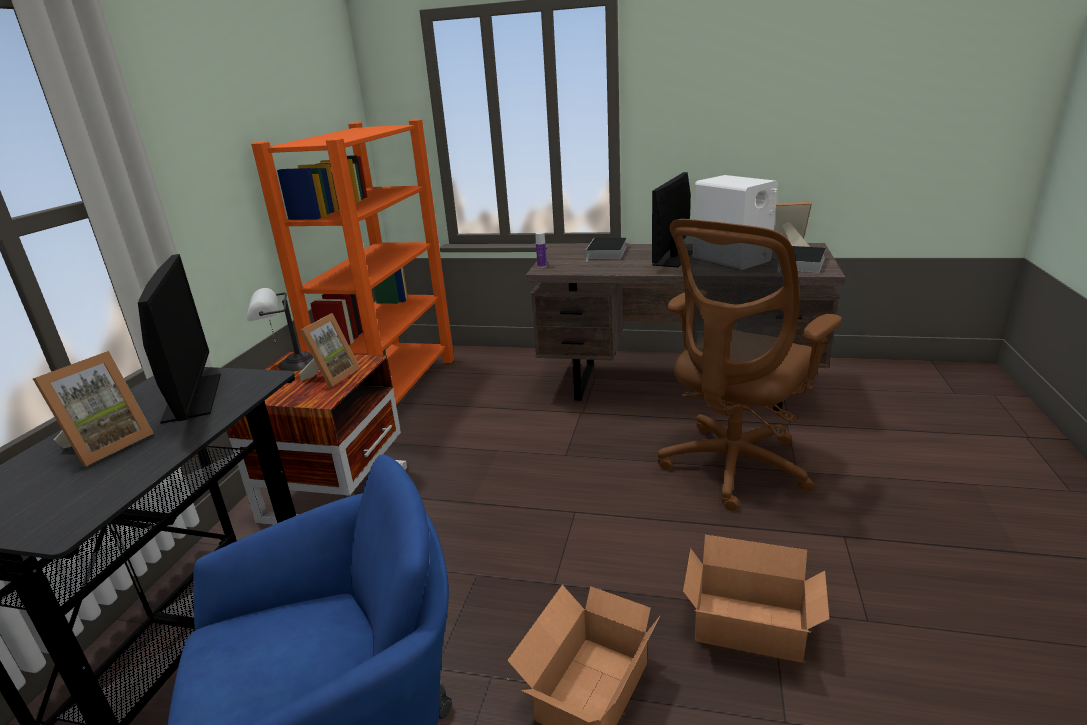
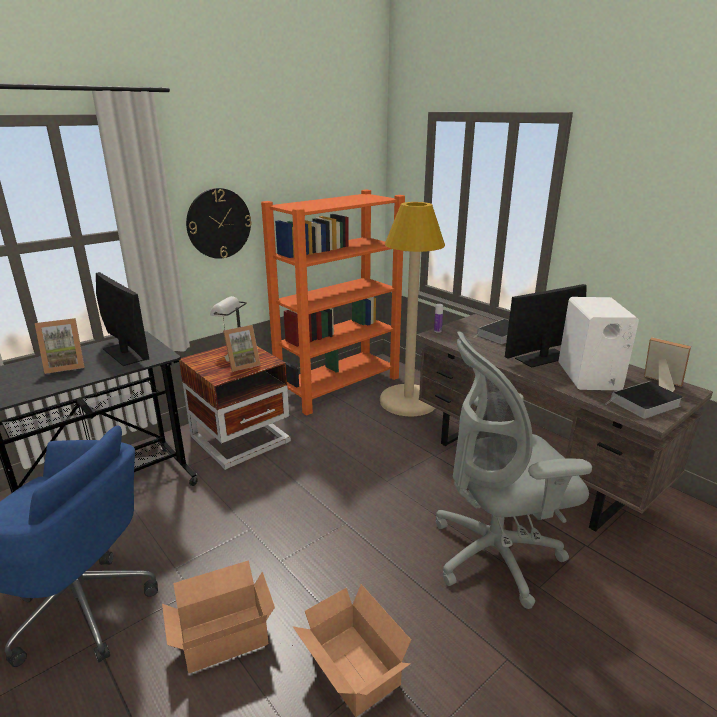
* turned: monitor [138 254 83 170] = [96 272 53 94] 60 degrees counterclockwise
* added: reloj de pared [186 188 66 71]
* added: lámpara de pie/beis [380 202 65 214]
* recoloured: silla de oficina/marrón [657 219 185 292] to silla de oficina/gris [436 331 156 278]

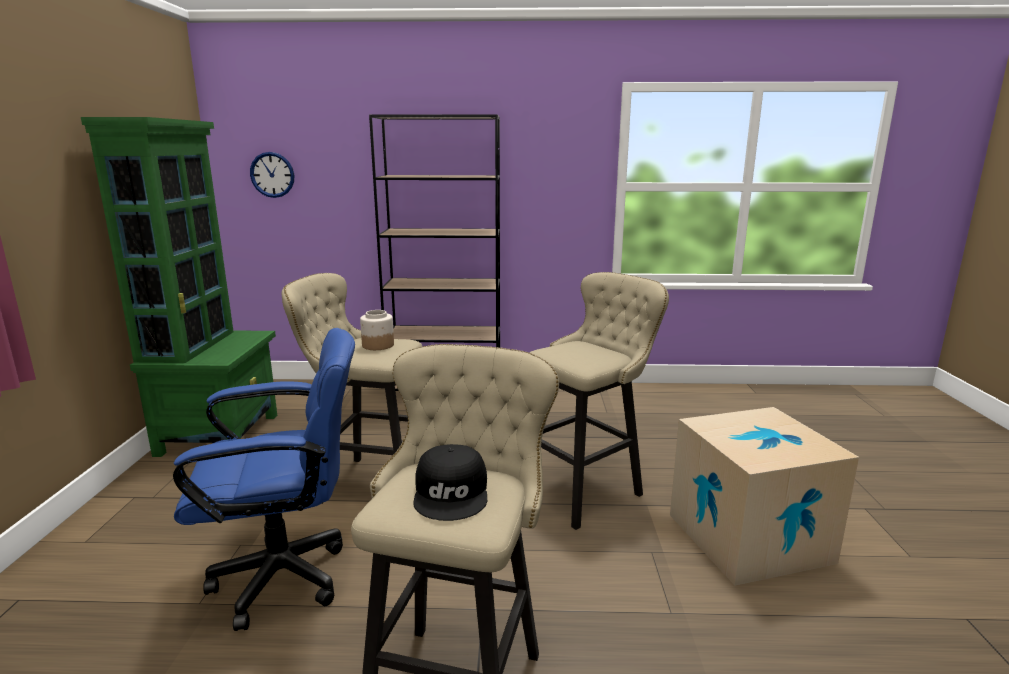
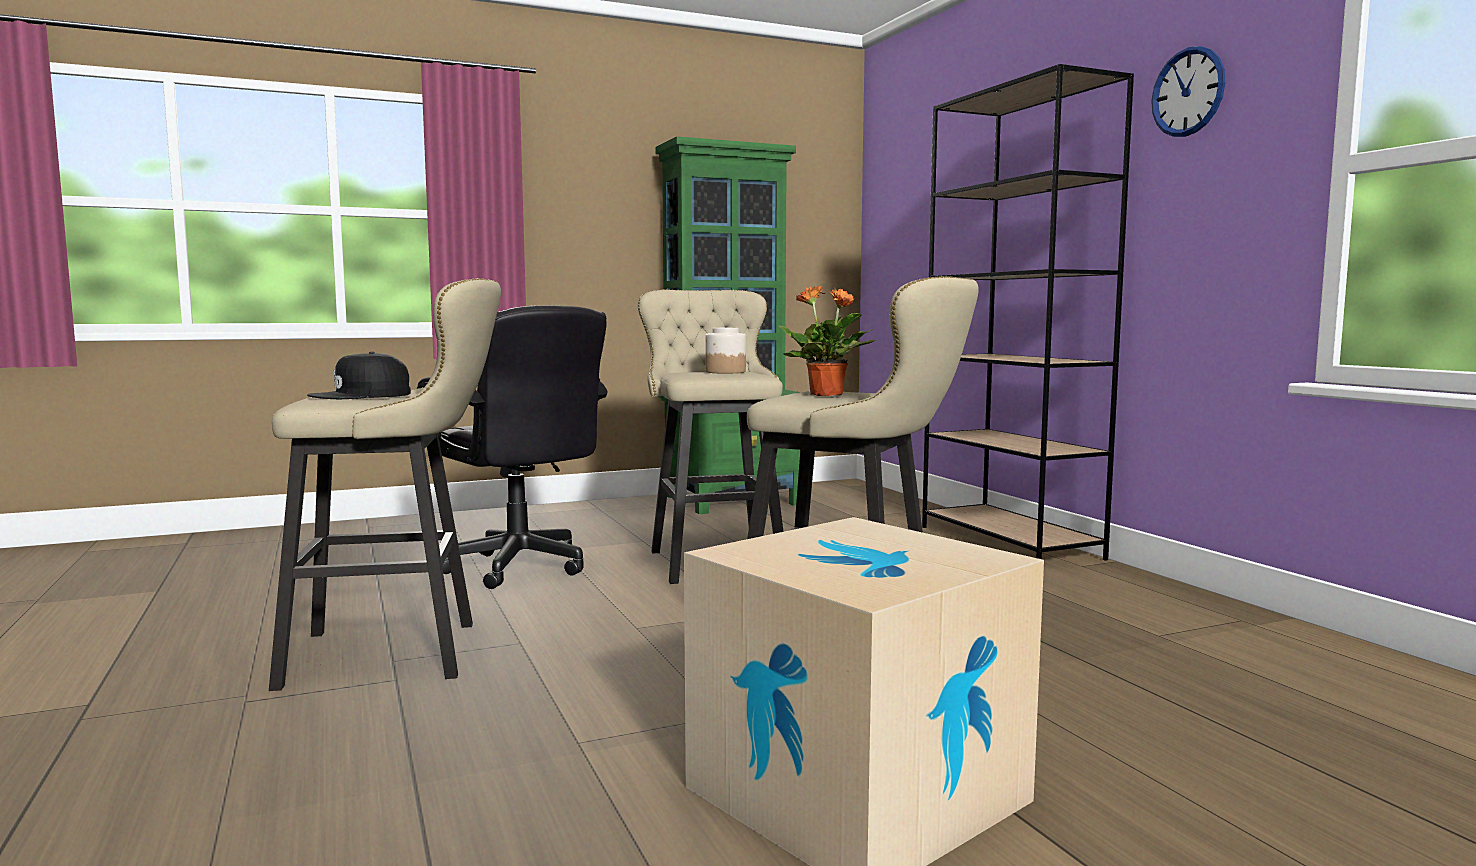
* recoloured: silla de oficina/azul [173 328 182 303] to silla de oficina/negro [417 305 191 284]
* added: planta en maceta [779 286 97 110]
* moved: reloj de pared [250 152 44 46] to [1151 46 75 91]

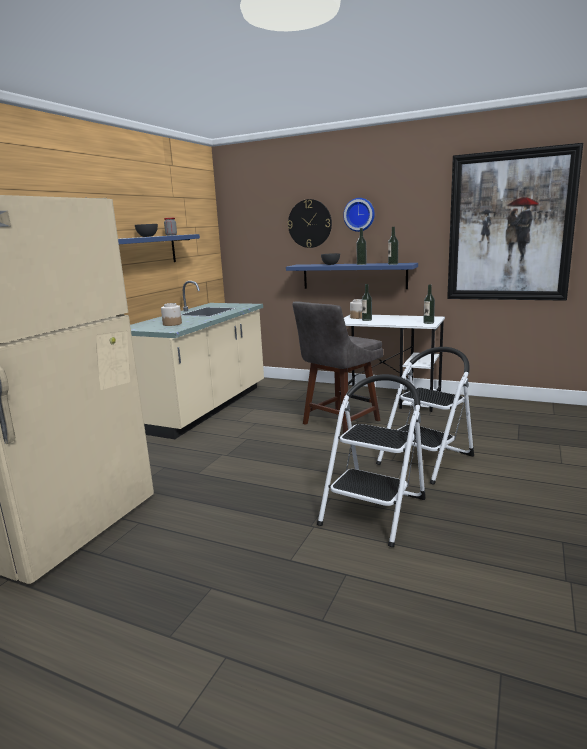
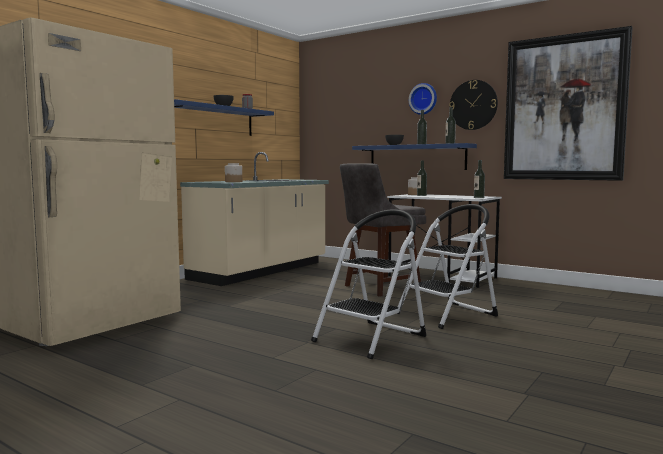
* moved: reloj de pared [288 199 44 49] to [449 80 49 50]

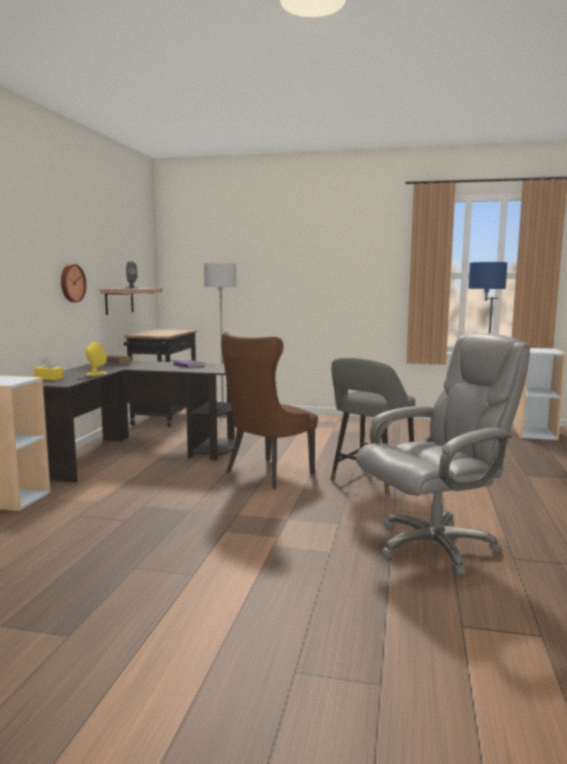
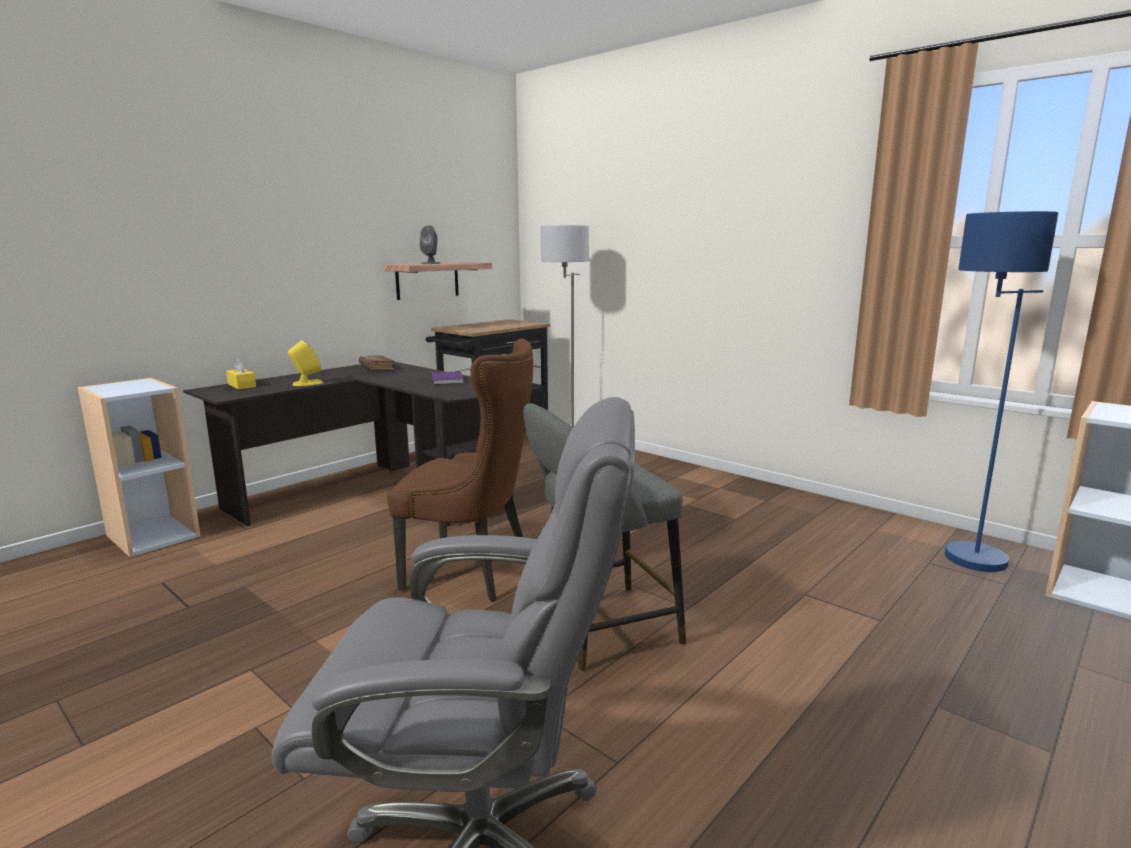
* turned: silla/marrón [221 332 97 157] = [387 338 146 264] 150 degrees counterclockwise
* removed: reloj de pared [61 264 25 38]

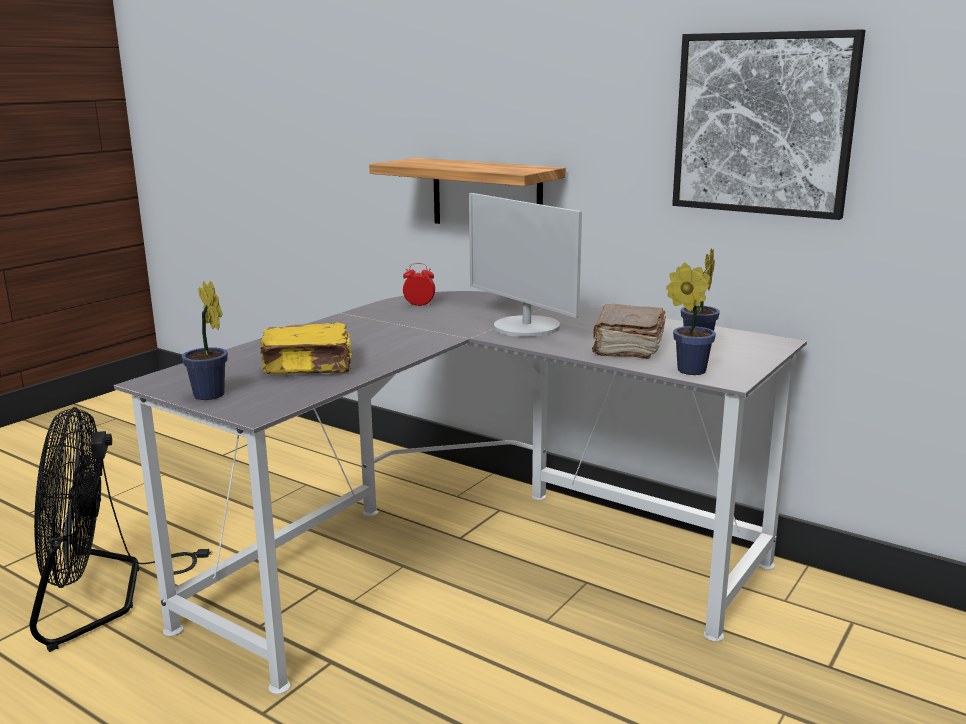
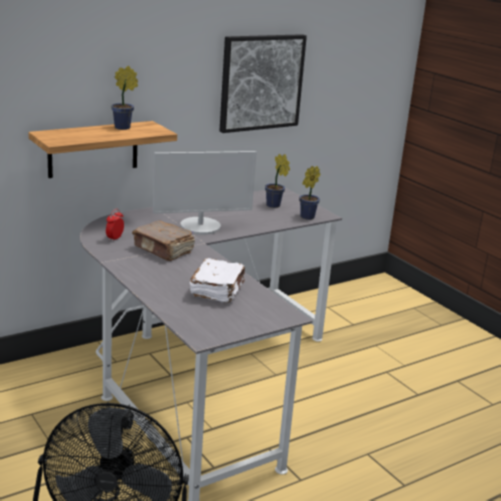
* moved: planta en maceta [182 281 46 119] to [111 66 27 64]
* moved: libro/marrón [592 304 74 55] to [132 221 63 40]
* recoloured: libro/amarillo [261 322 91 52] to libro/blanco [190 258 55 45]

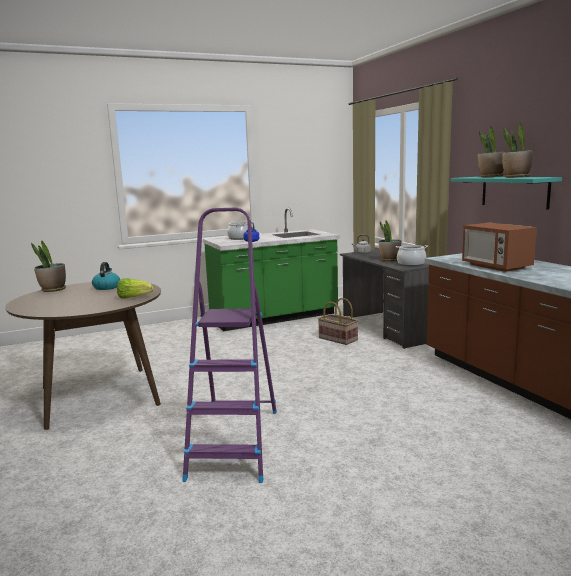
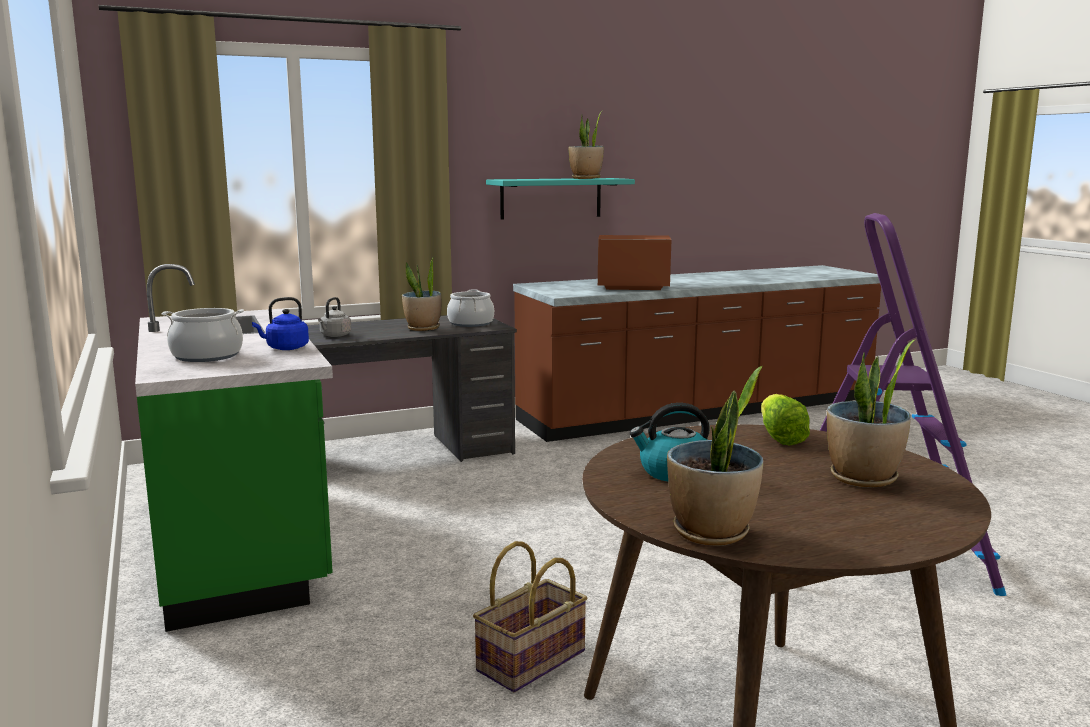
* moved: cesta [318 298 40 47] to [473 541 114 152]
* turned: microondas [462 223 75 49] = [598 235 73 55] 150 degrees counterclockwise
* moved: planta en maceta [478 126 27 51] to [827 339 89 148]

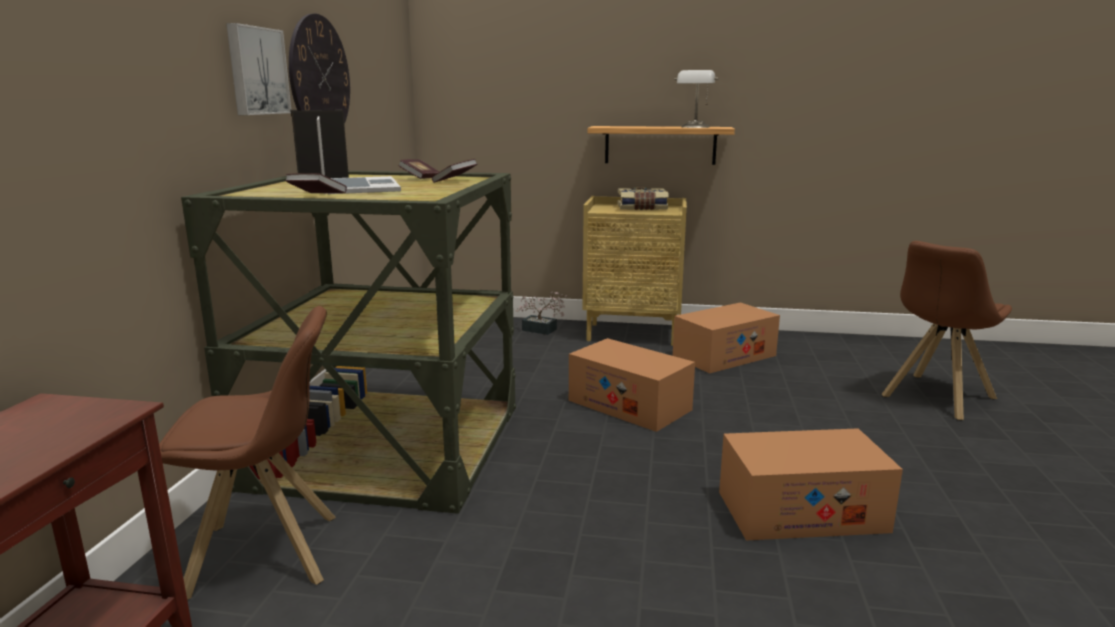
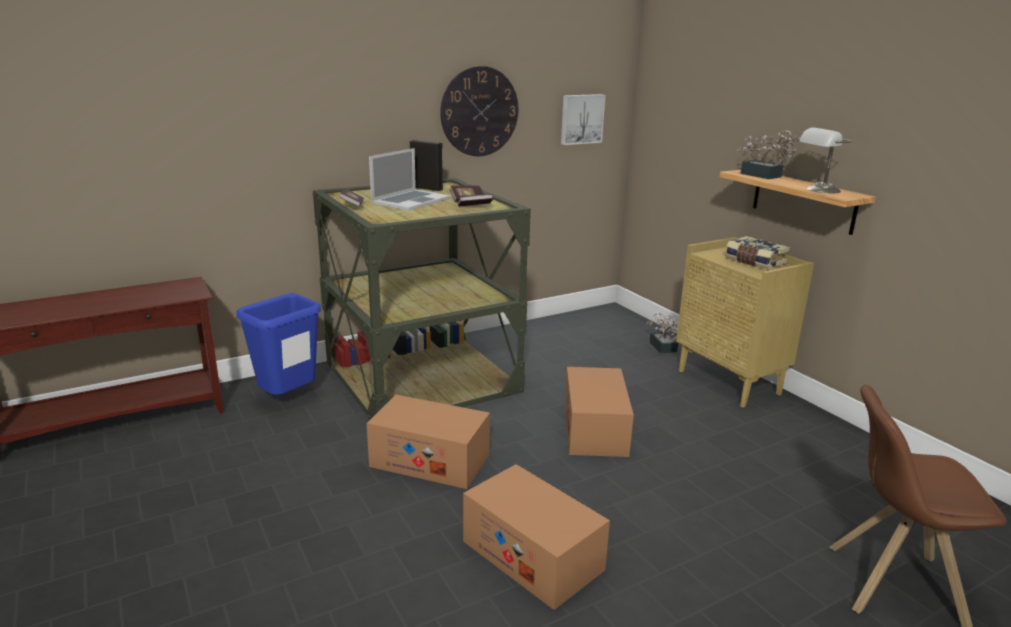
* replaced: silla/marrón [159 306 177 294] to papelera/azul [236 293 85 102]
* moved: caja de cartón [673 302 107 71] to [367 395 123 94]
* moved: cuadro [226 23 65 92] to [561 94 44 51]
* added: planta en maceta [737 130 63 49]

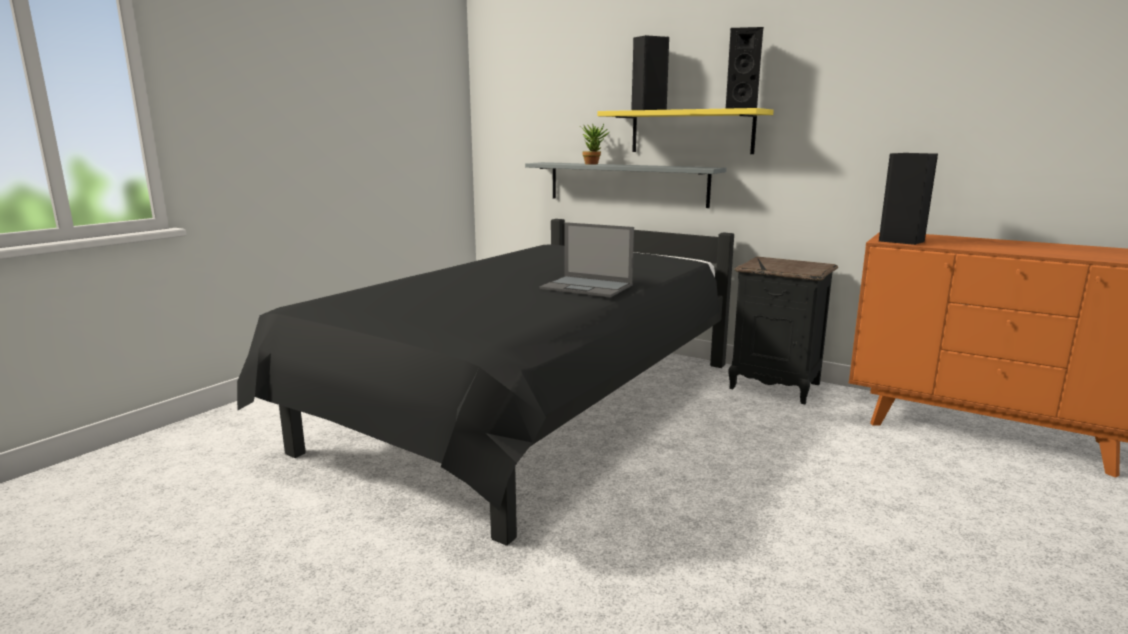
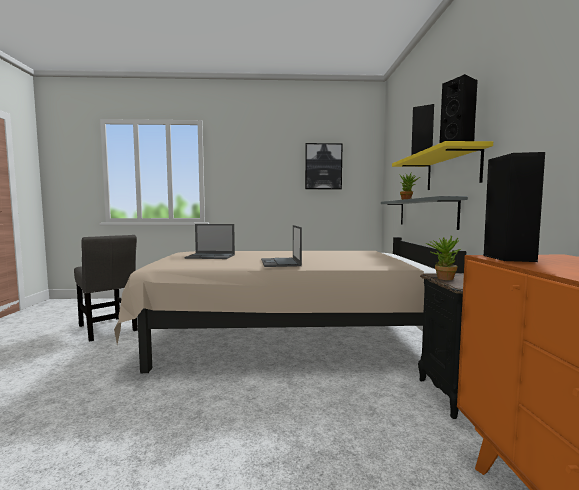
* added: silla/gris [74 235 64 106]
* recoloured: cama/negro [237 219 497 327] to cama/beis [114 237 352 136]
* added: portátil [185 224 50 35]
* added: cuadro [305 143 37 46]
* added: planta en maceta [426 236 36 44]

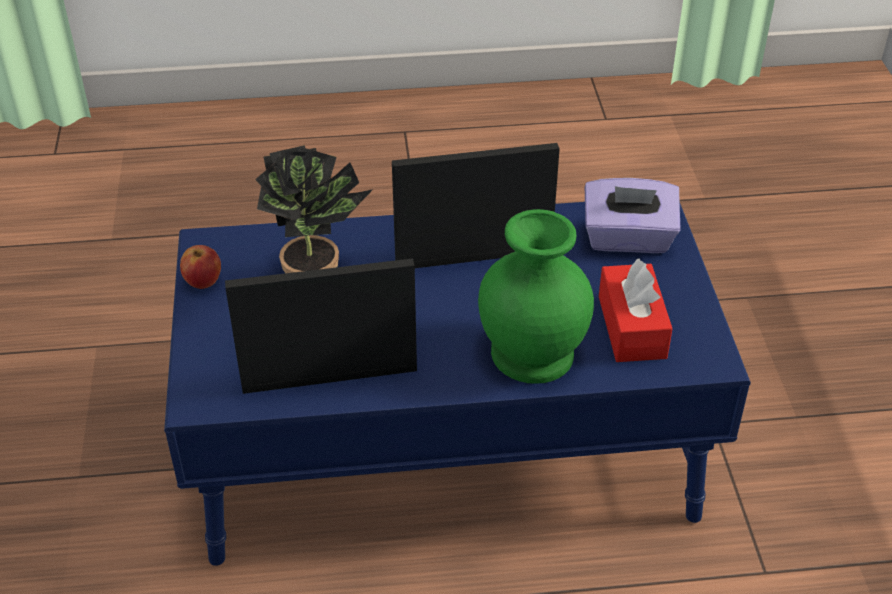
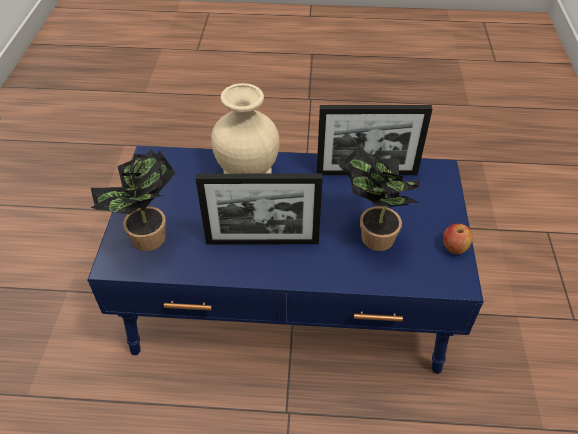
* replaced: caja de pañuelos/morado [585 178 96 75] to planta en maceta [90 149 86 102]
* recoloured: florero/verde [478 209 116 175] to florero/beis [211 83 69 91]
* removed: caja de pañuelos/rojo [599 258 73 104]

